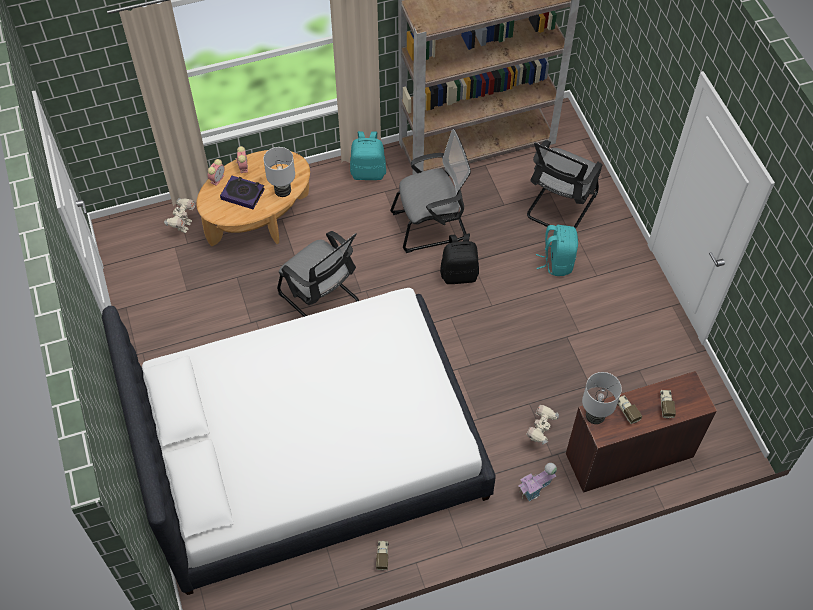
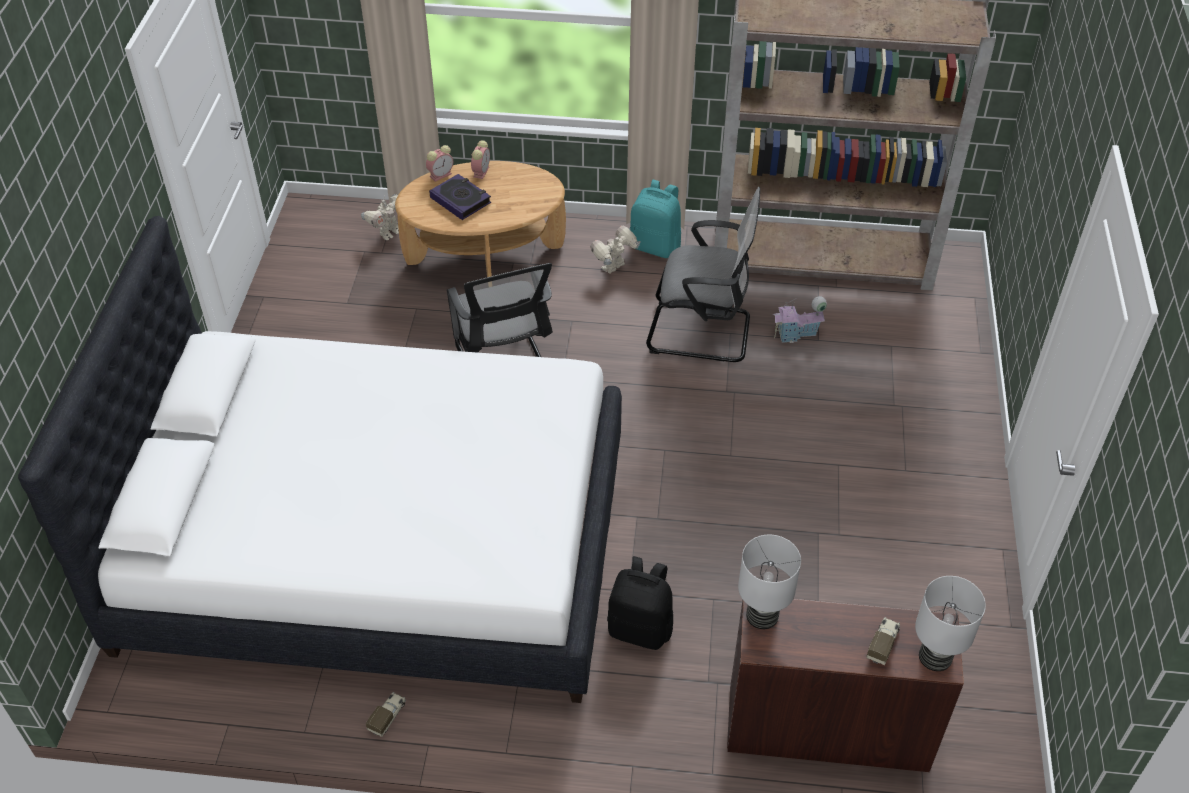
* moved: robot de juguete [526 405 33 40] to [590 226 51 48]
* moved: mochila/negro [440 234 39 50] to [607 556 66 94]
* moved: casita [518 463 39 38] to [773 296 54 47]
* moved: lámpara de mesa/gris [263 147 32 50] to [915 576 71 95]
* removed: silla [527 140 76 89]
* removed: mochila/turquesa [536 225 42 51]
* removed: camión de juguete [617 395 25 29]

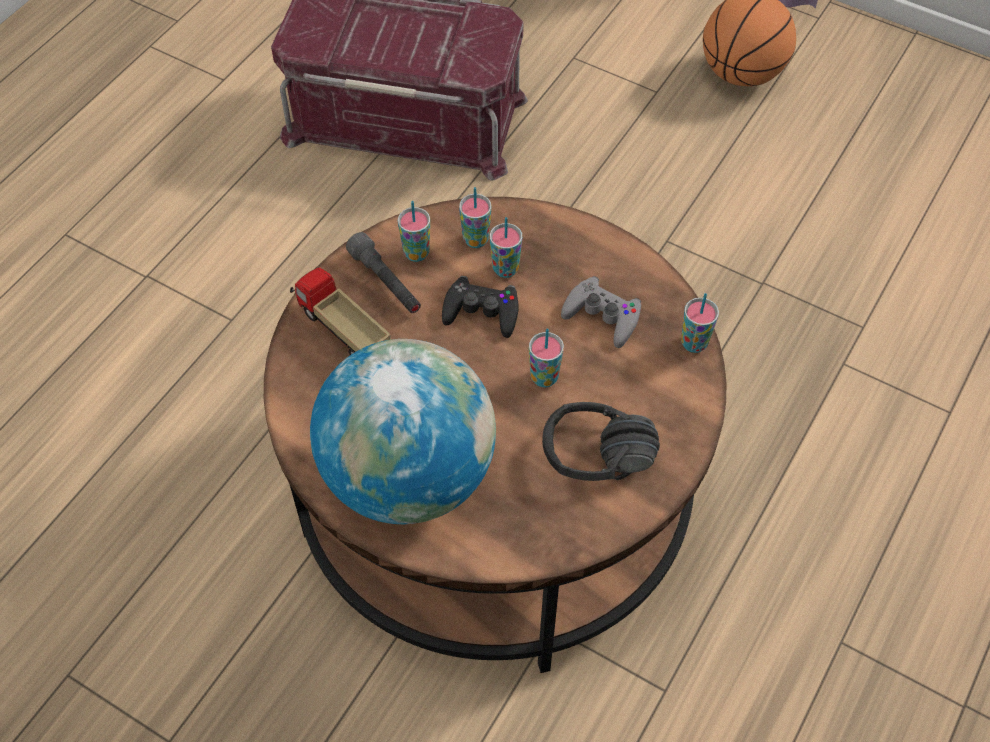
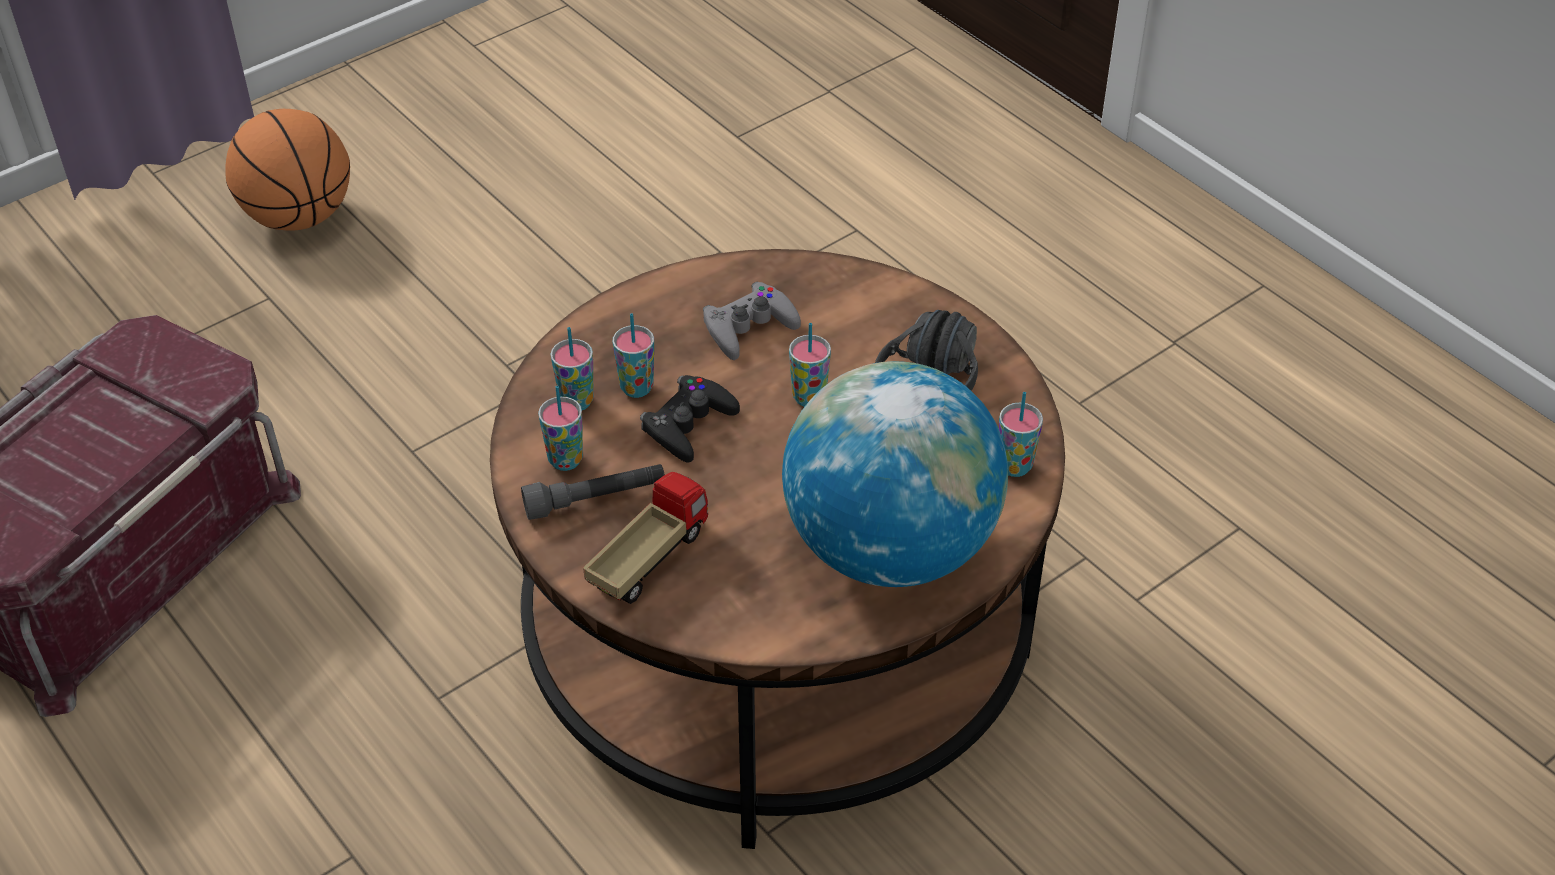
* turned: camión de juguete [290 267 101 88] = [583 472 125 132] 150 degrees clockwise
* moved: taza [681 293 38 60] to [999 392 44 85]

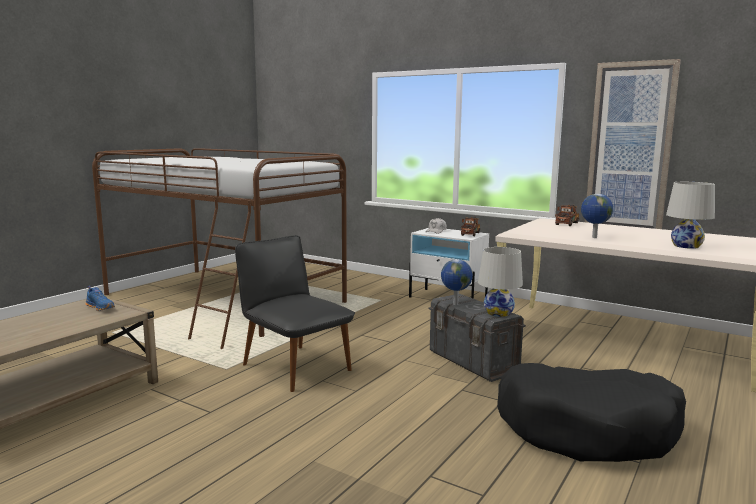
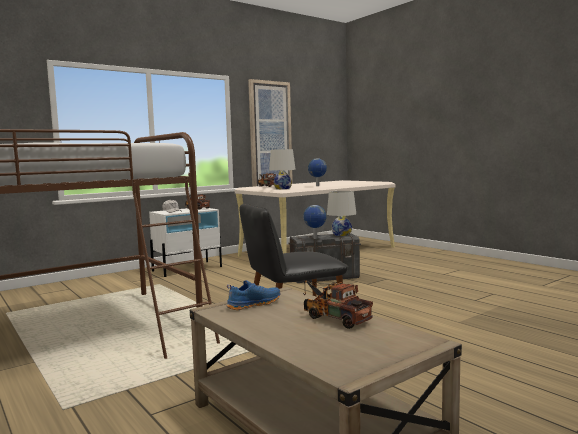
* moved: lámpara de mesa/blanco [666 182 49 67] to [269 149 27 40]
* added: camión de juguete [303 280 70 49]
* removed: cama para perro/negro [497 363 189 99]

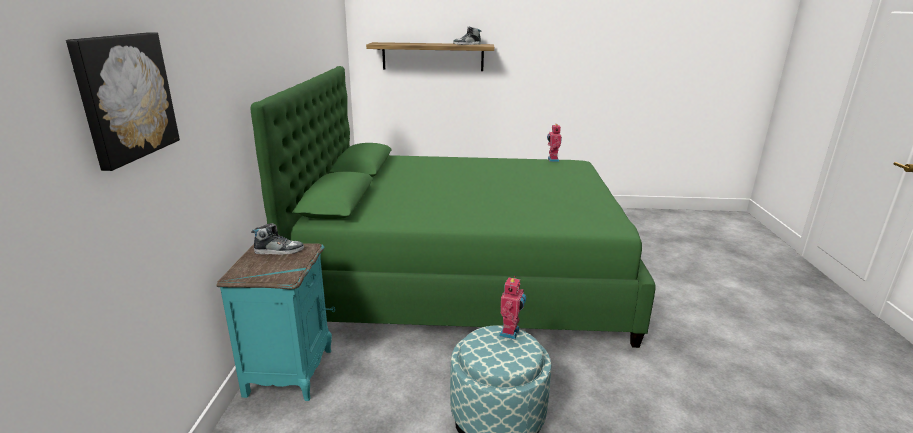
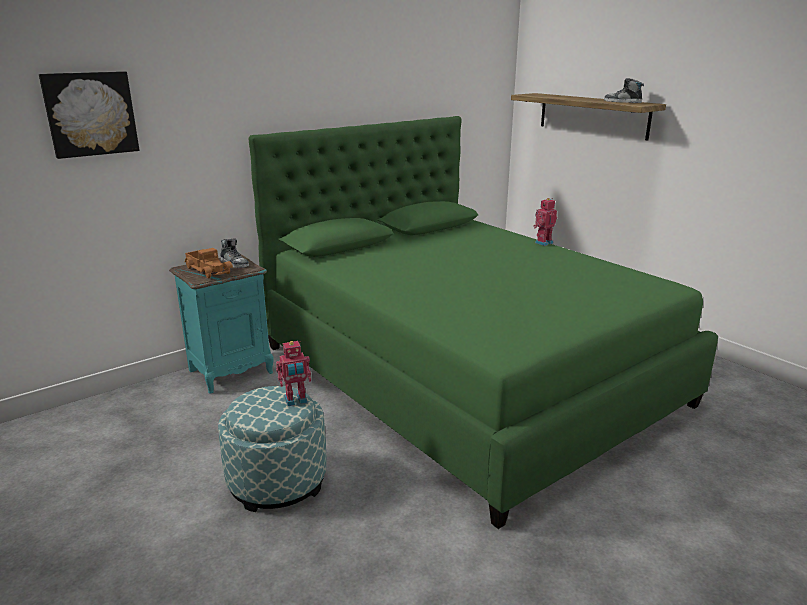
* added: camión de juguete [185 248 48 31]
* moved: robot de juguete [547 124 15 38] to [533 198 24 48]

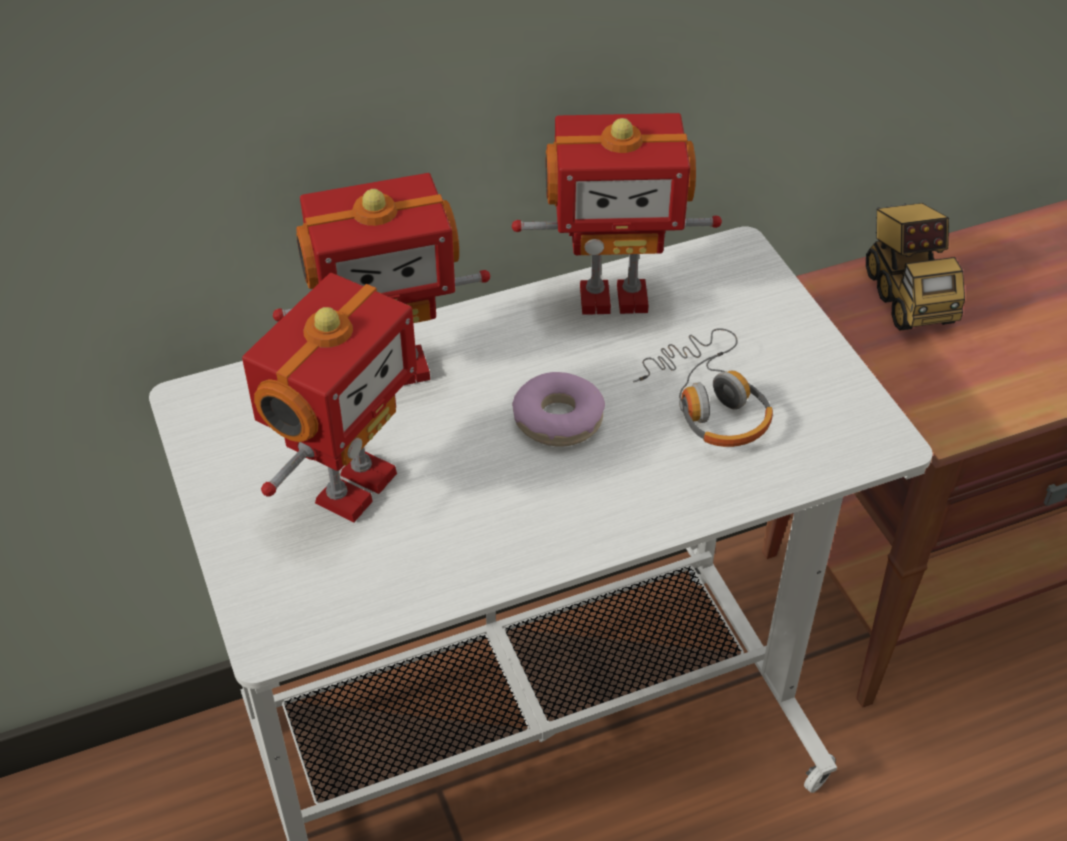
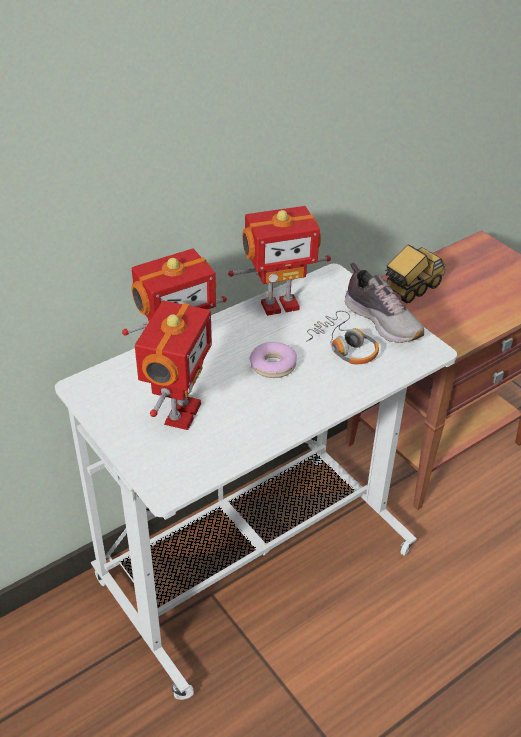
* added: zapato [345 262 79 81]
* turned: camión de juguete [866 203 99 128] = [385 244 60 59] 105 degrees counterclockwise

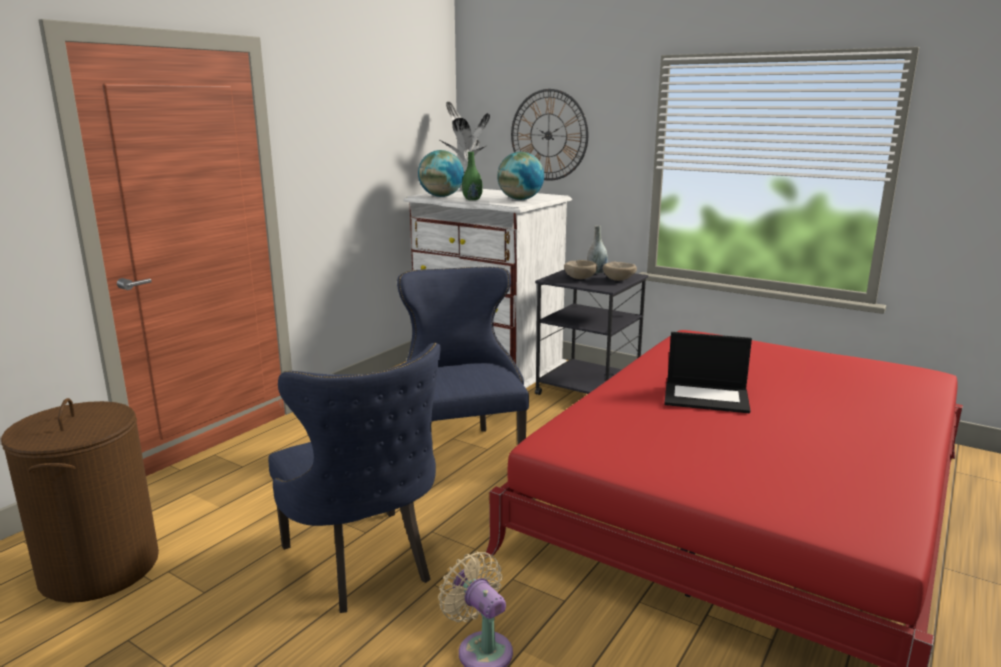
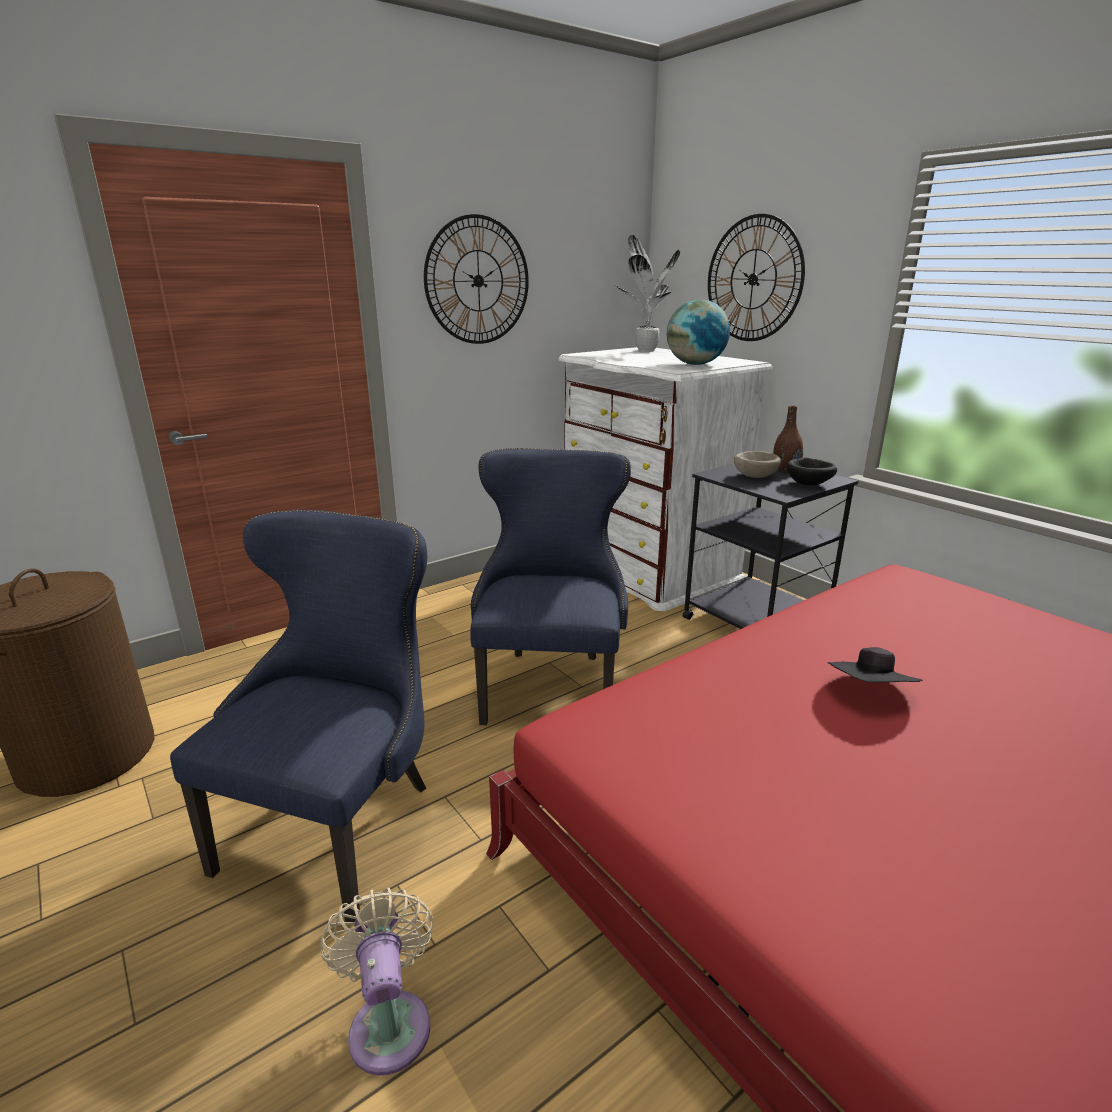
* turned: silla/azul [268 343 172 270] = [170 510 257 412] 150 degrees counterclockwise
* added: reloj de pared [424 214 105 130]
* recoloured: florero/gris [587 225 21 49] to florero/marrón [773 405 30 67]
* recoloured: cuenco/beis [603 261 34 20] to cuenco/negro [787 457 50 28]
* replaced: portátil [664 332 88 81] to sombrero/negro [828 647 95 35]
* removed: globo terráqueo [418 150 46 47]
* removed: florero/verde [462 152 21 48]

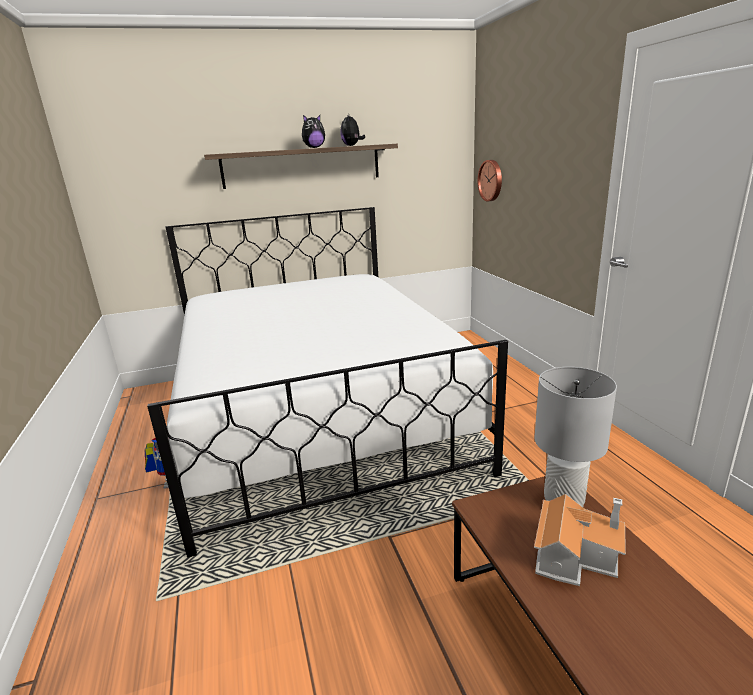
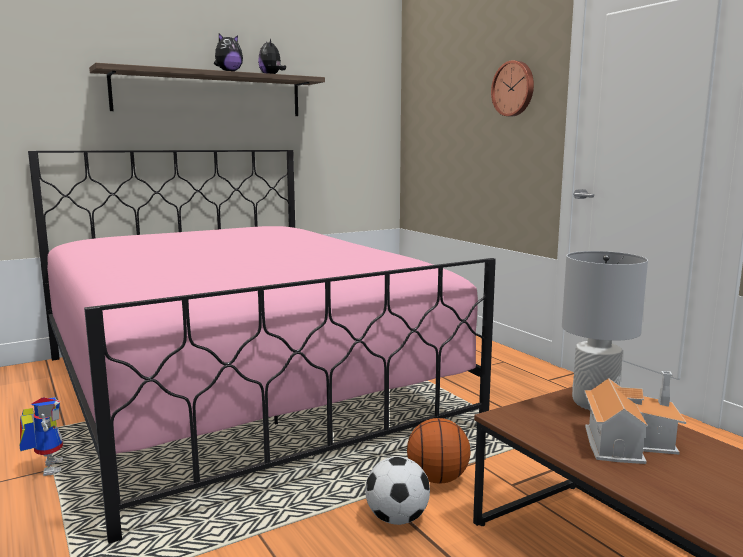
* recoloured: cama/blanco [147 207 361 351] to cama/rosa [28 150 468 394]
* added: balón de fútbol [365 456 65 69]
* added: balón de baloncesto [407 418 64 66]
* moved: reloj de pared [478 160 24 41] to [491 60 43 56]

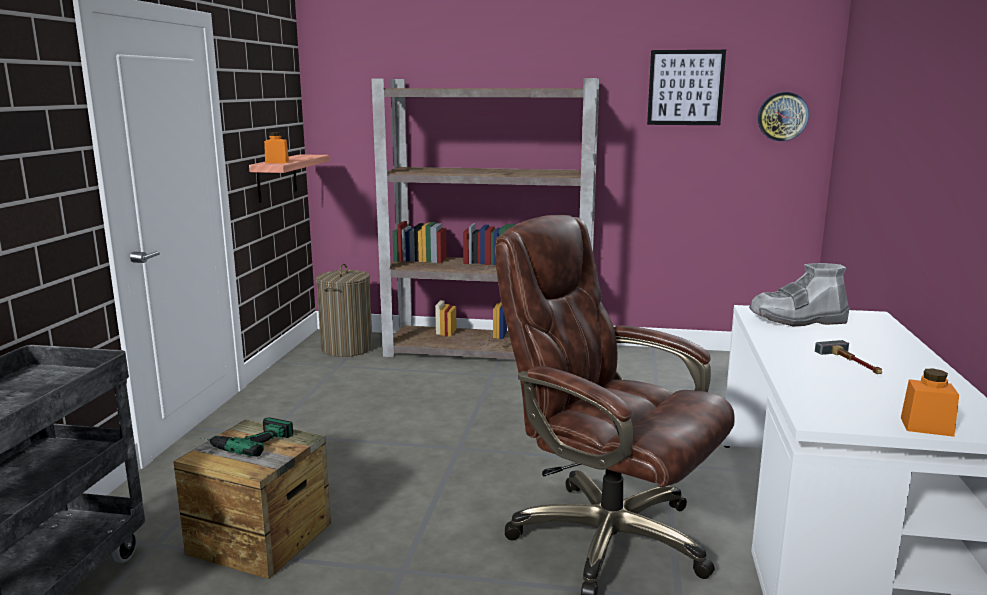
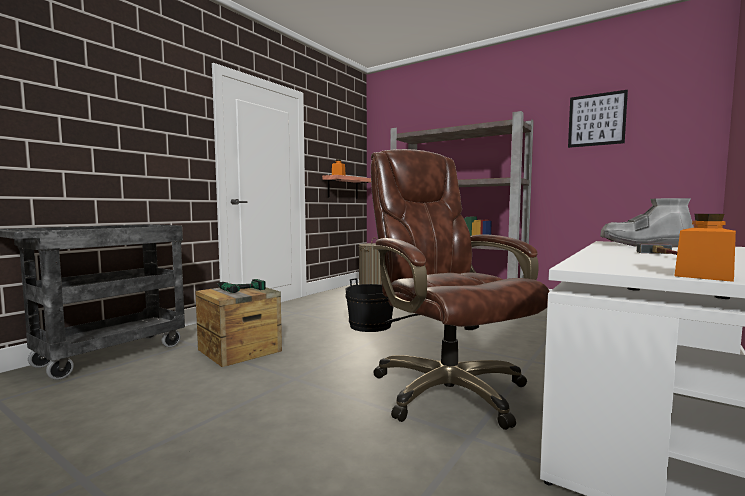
* added: cubo/negro [345 278 48 54]
* removed: reloj de pared [758 92 51 49]

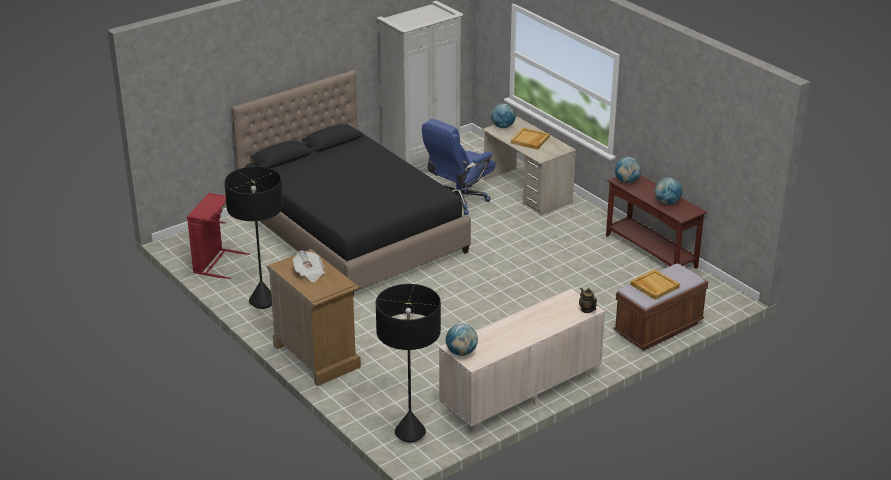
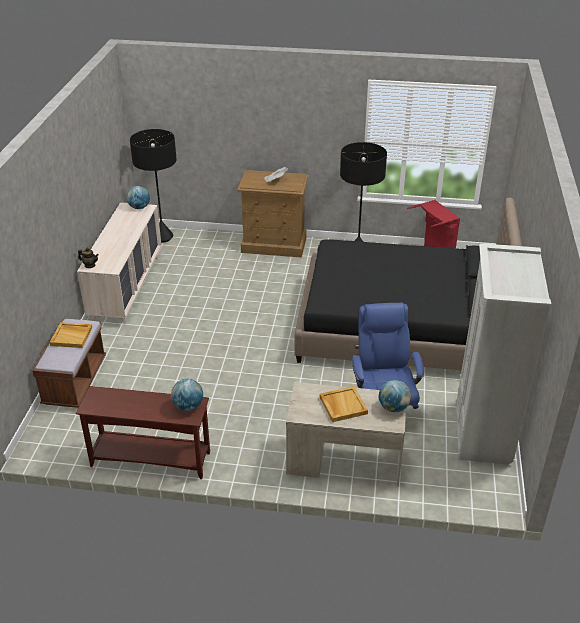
* removed: globo terráqueo [655 178 27 27]

